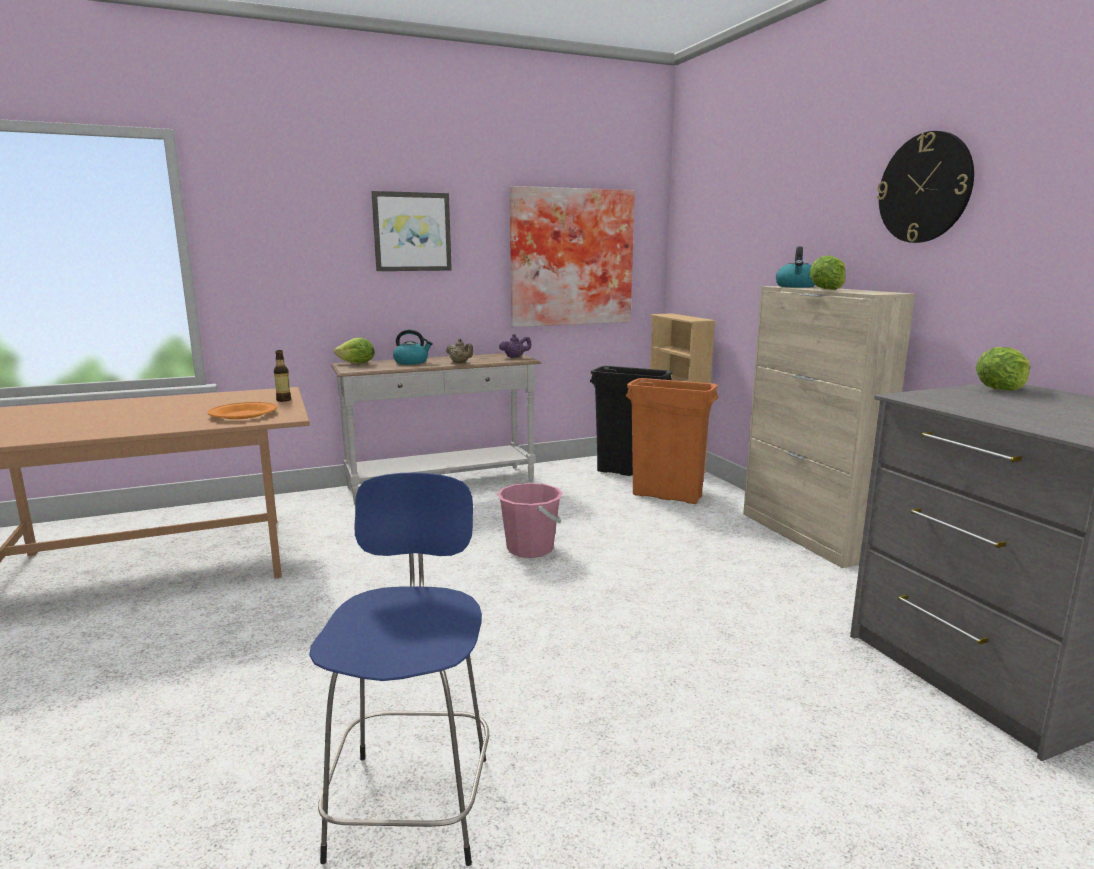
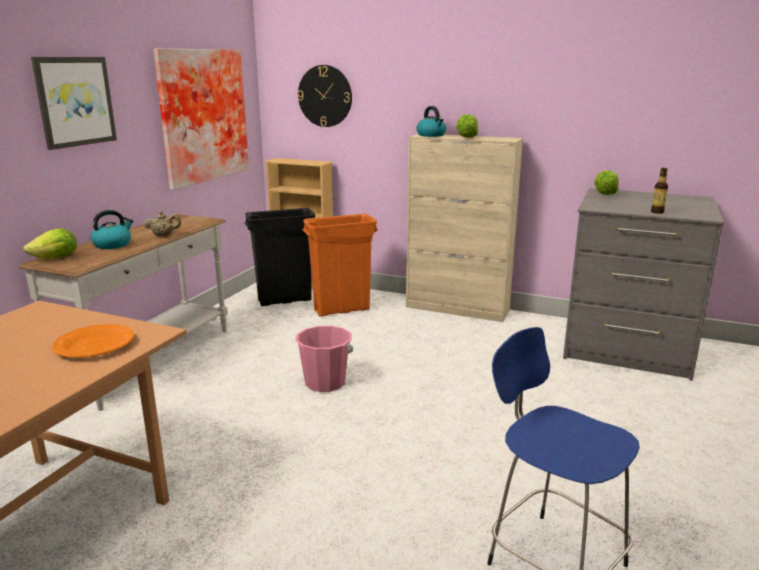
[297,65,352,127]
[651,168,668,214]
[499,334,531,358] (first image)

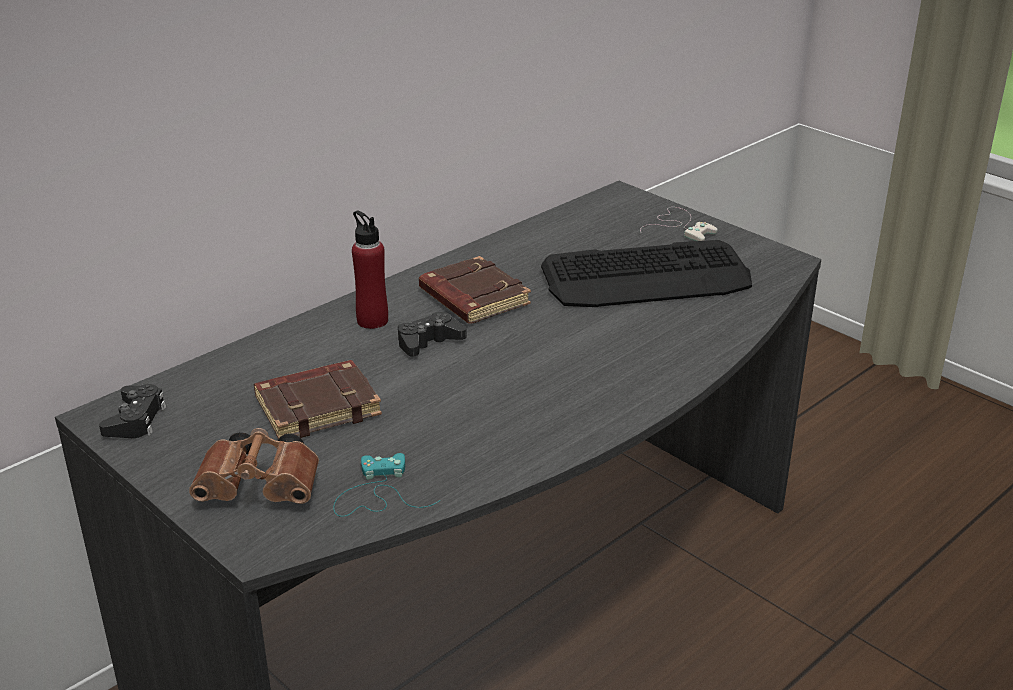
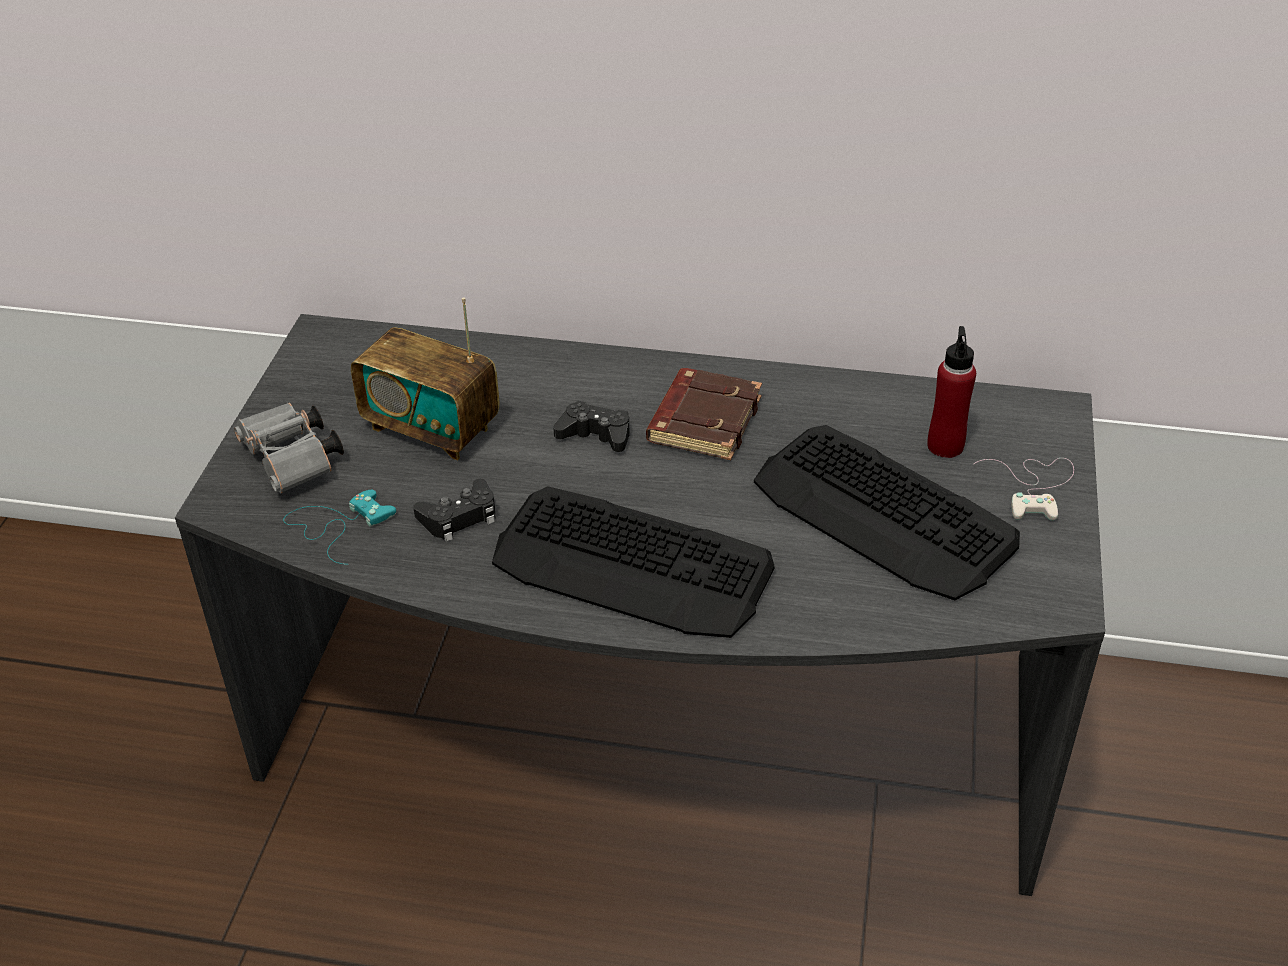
[234,402,344,493]
[351,298,499,460]
[413,479,496,542]
[492,486,775,638]
[927,326,976,458]

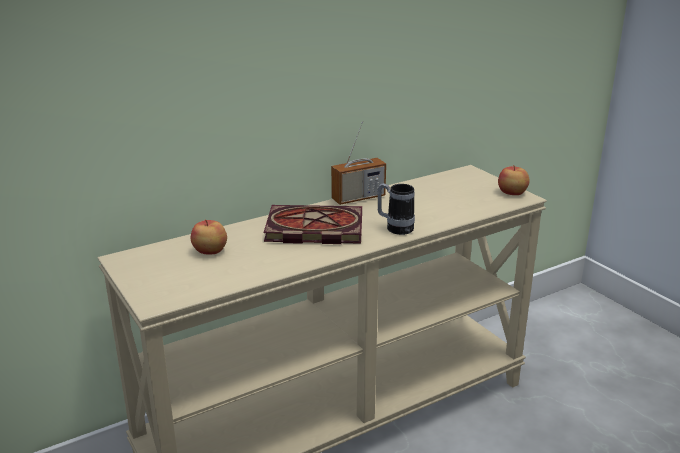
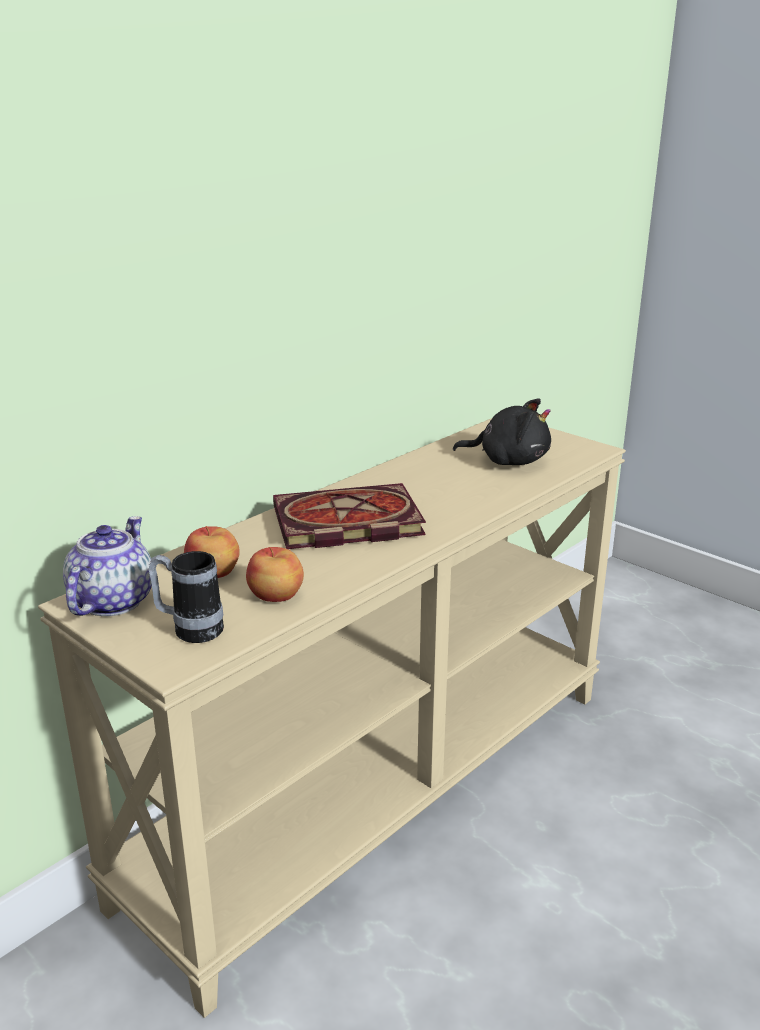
[63,516,152,616]
[148,551,224,643]
[246,547,304,602]
[453,398,551,465]
[331,121,386,205] (first image)

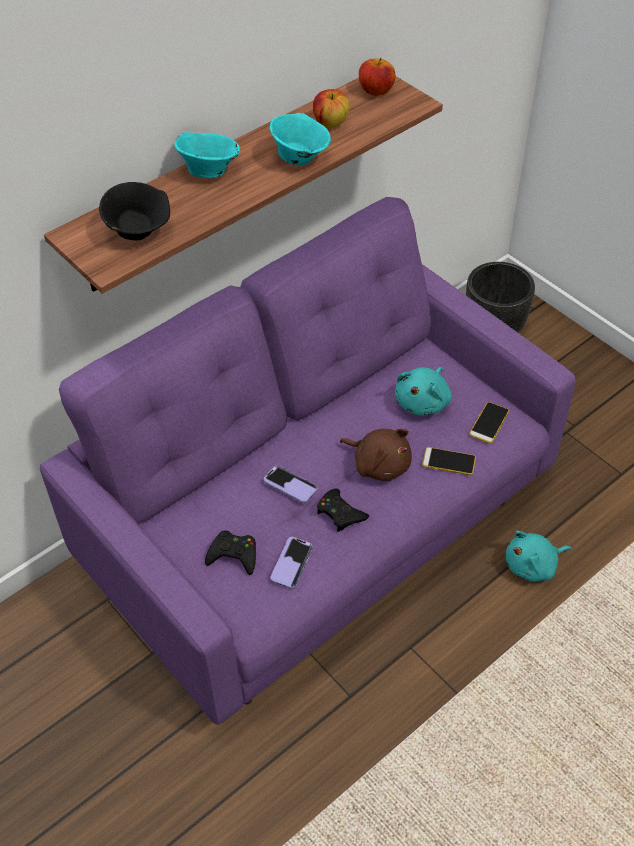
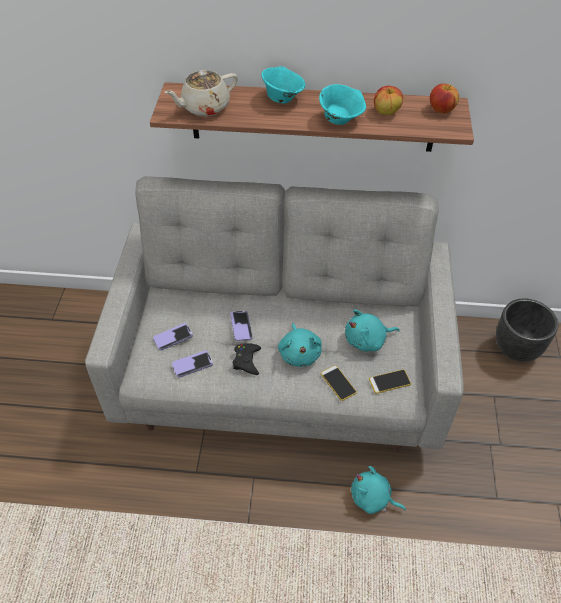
[85,176,464,451]
[153,323,193,350]
[164,70,238,117]
[278,323,322,367]

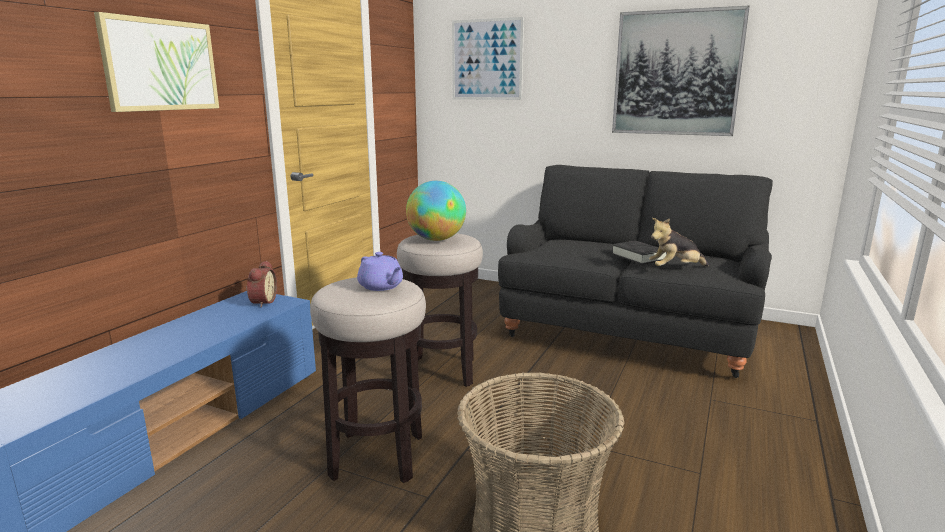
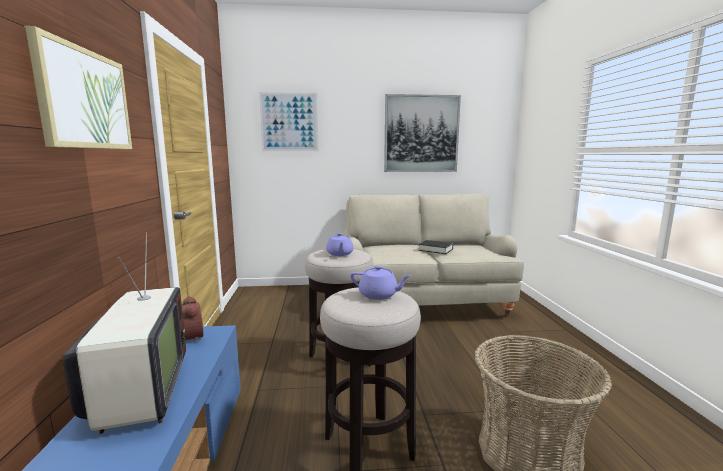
[63,232,186,434]
[326,233,354,256]
[344,194,524,316]
[649,218,709,266] (first image)

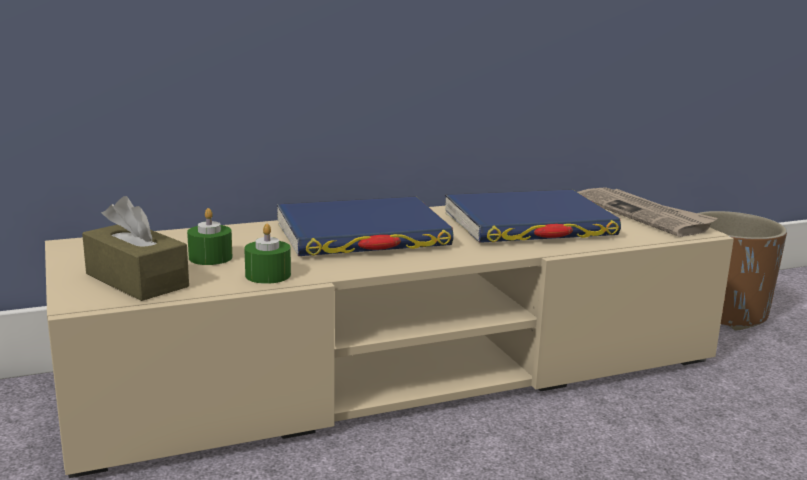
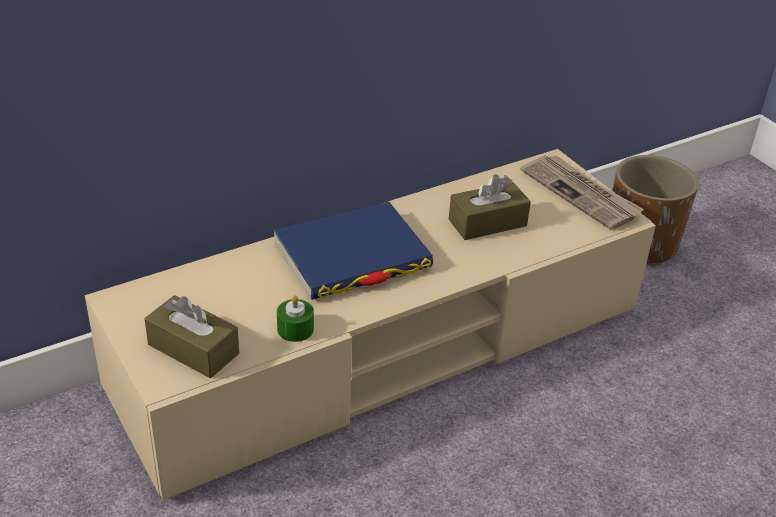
[449,174,531,240]
[187,208,232,265] (first image)

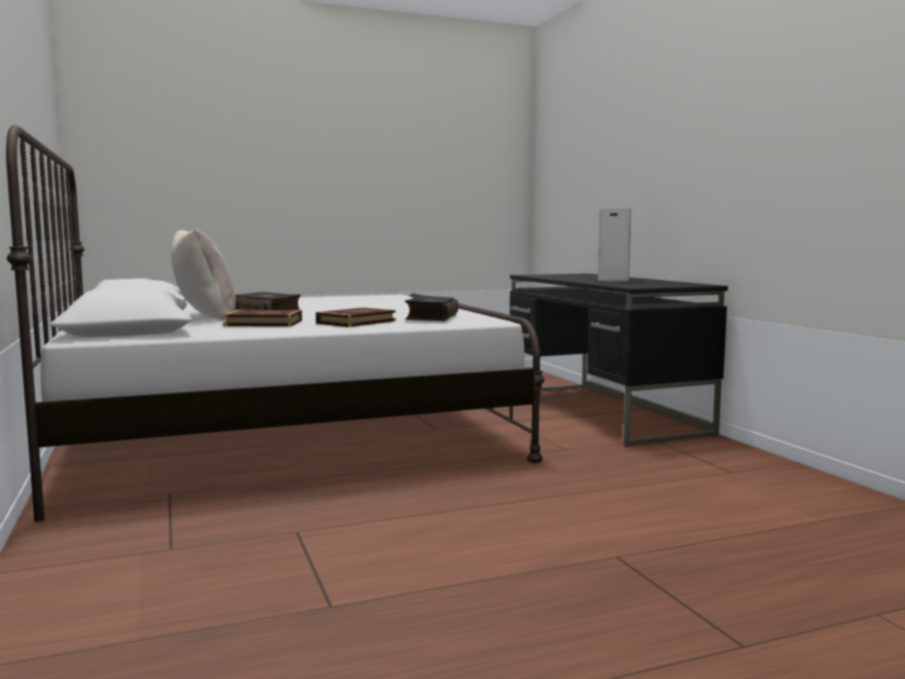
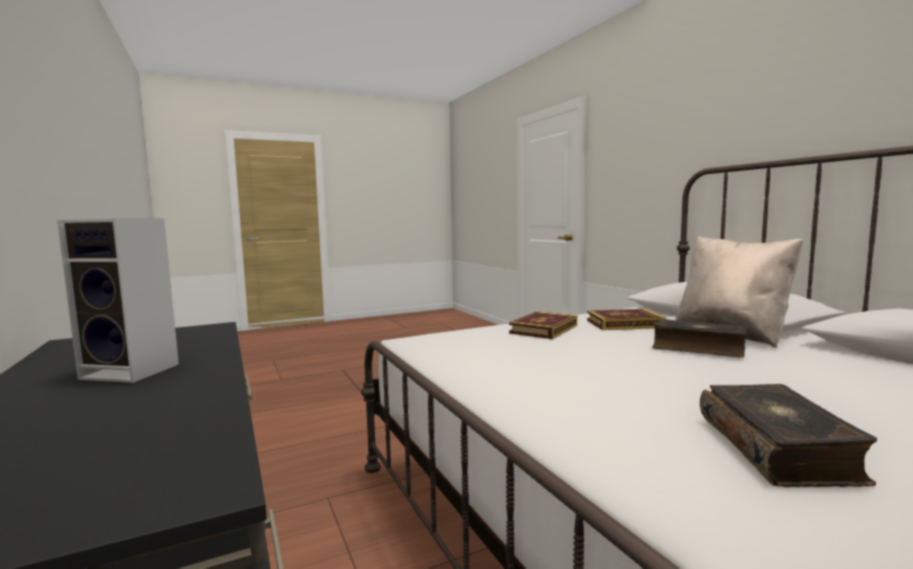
[700,384,877,487]

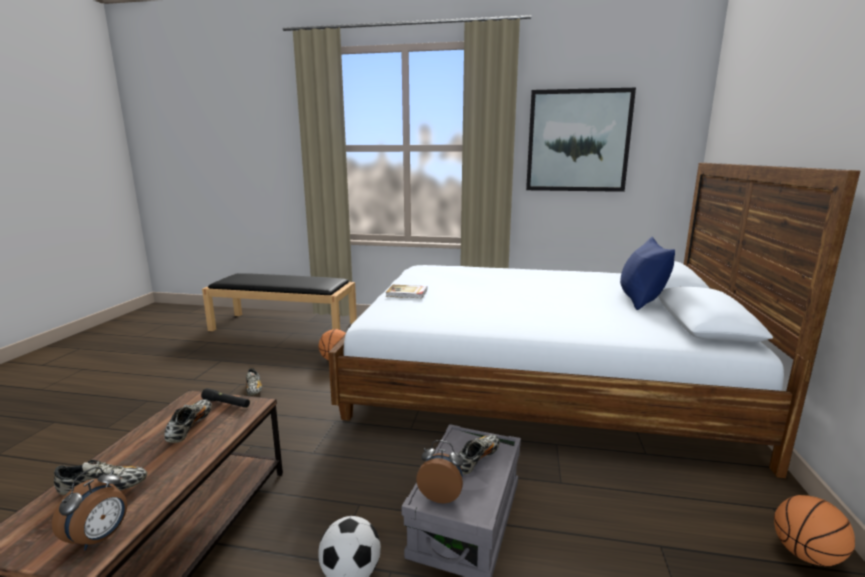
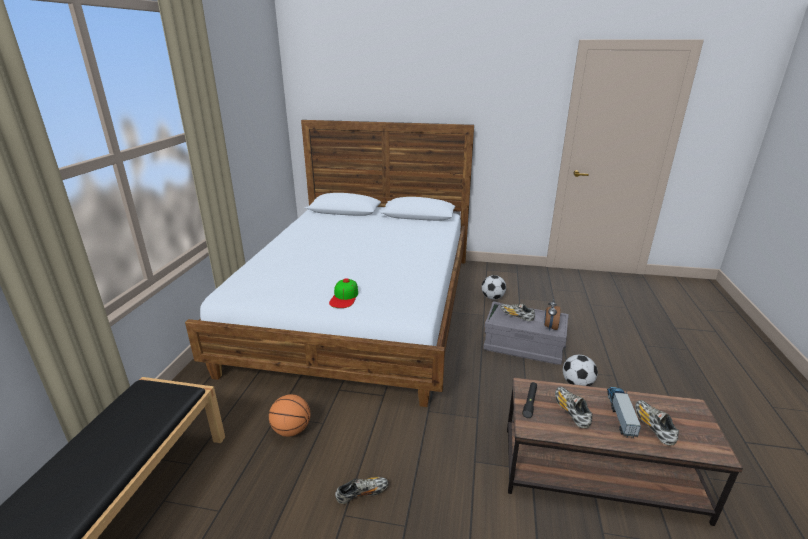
[329,278,358,308]
[482,275,506,300]
[555,387,592,428]
[607,387,641,438]
[52,467,127,551] (first image)
[526,88,636,192] (first image)
[620,237,675,310] (first image)
[774,495,855,566] (first image)

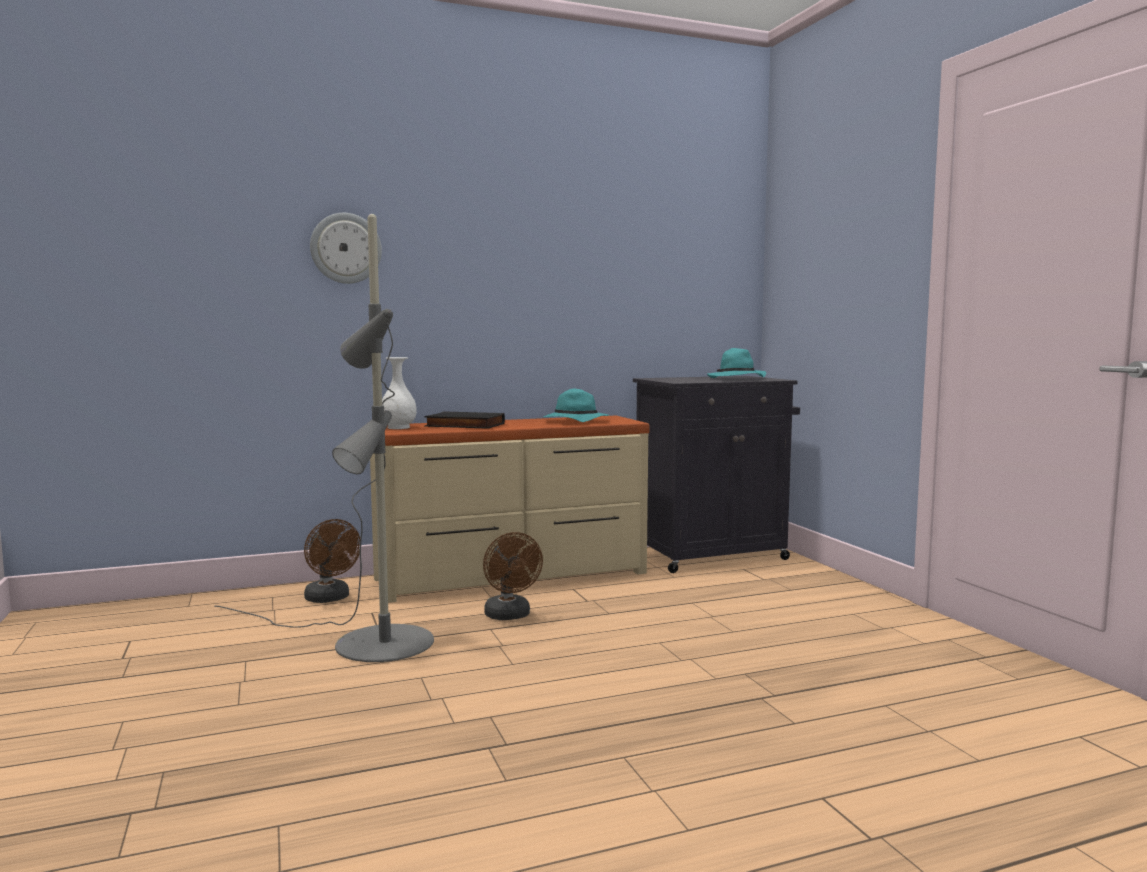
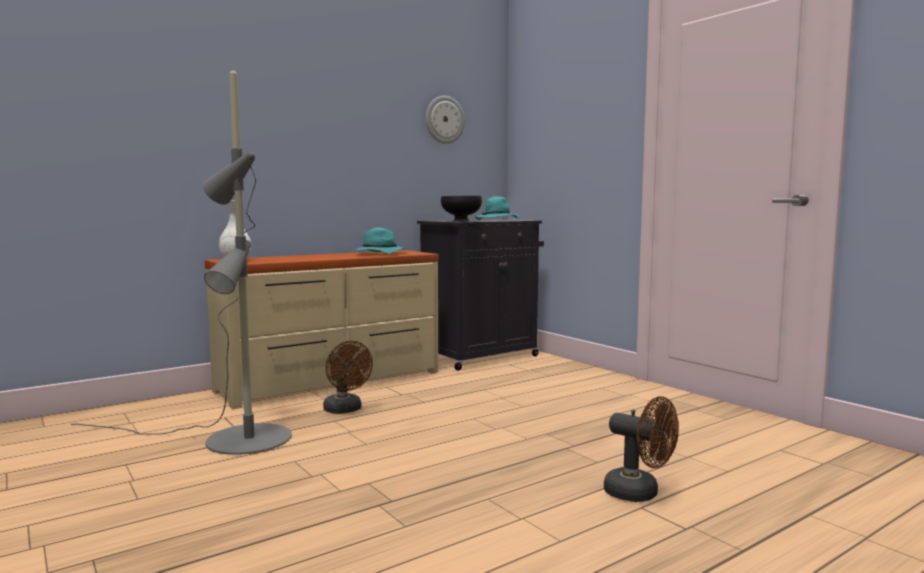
[426,96,465,144]
[441,196,482,221]
[604,396,679,502]
[424,411,505,429] (first image)

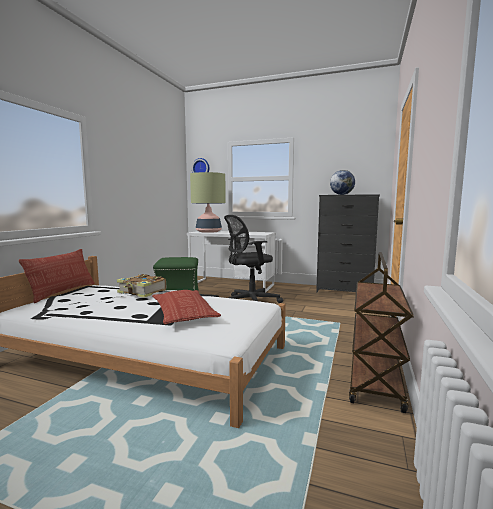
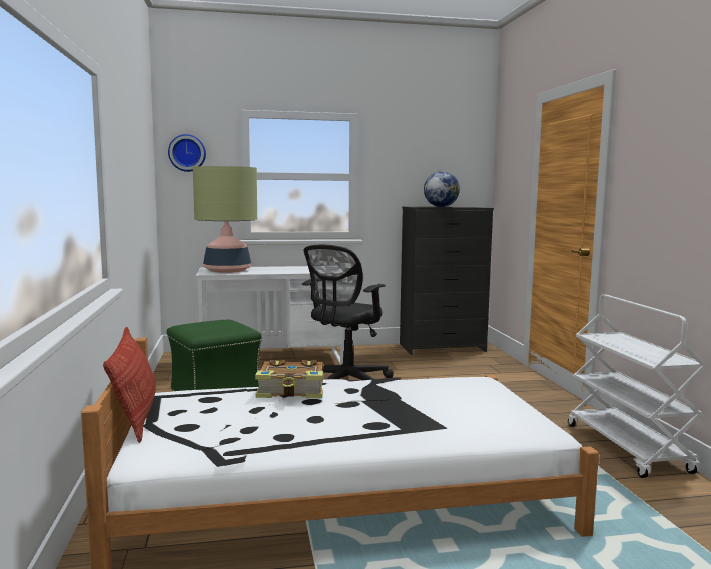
[568,294,707,478]
[152,290,221,325] (first image)

